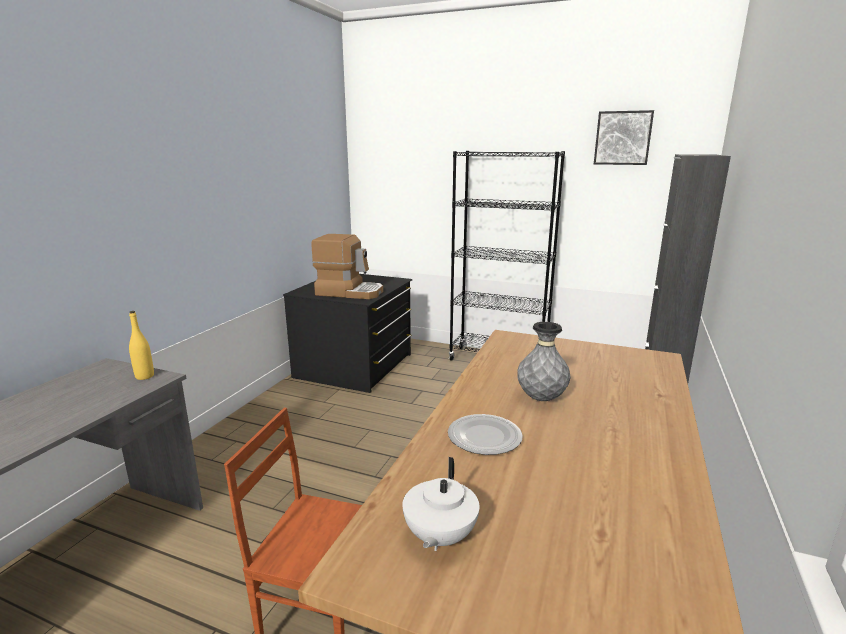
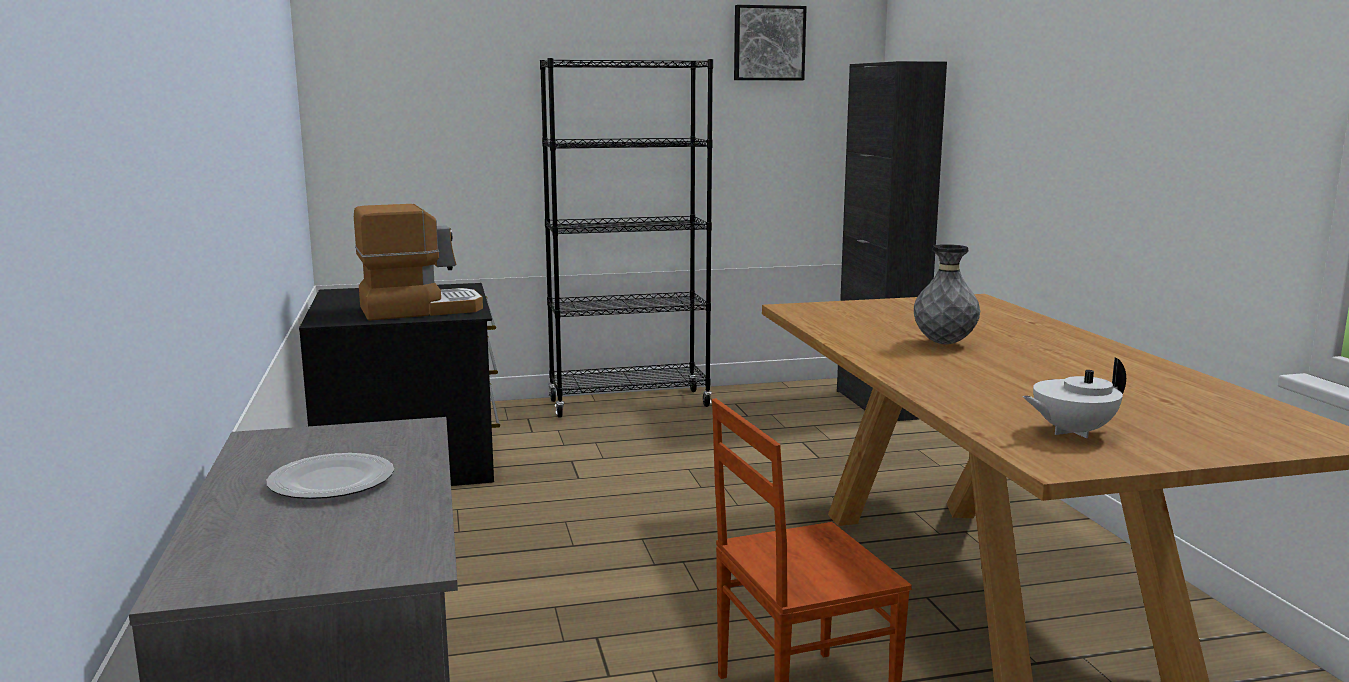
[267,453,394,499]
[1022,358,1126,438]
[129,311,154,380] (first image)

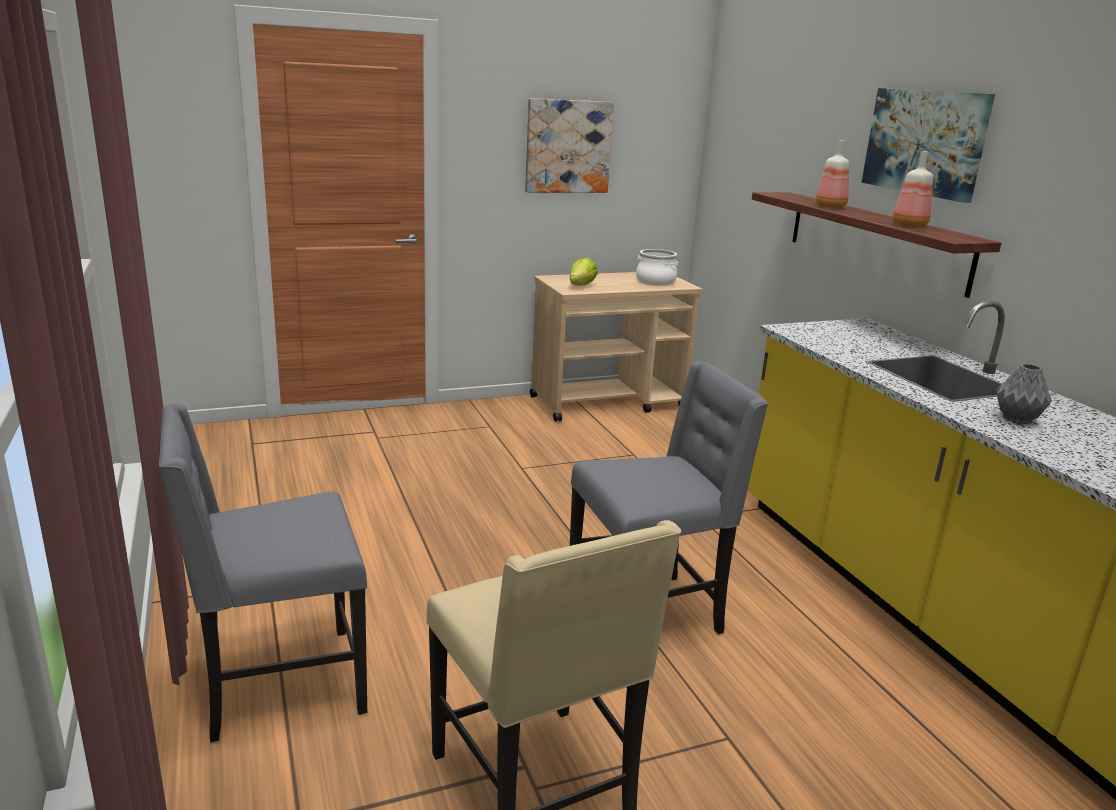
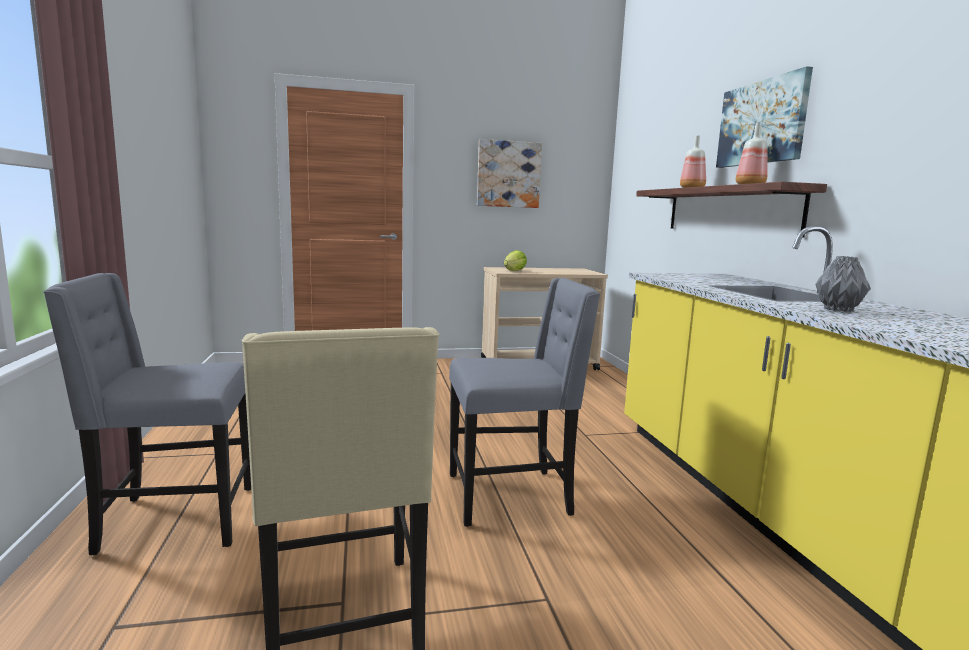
[636,249,678,286] (first image)

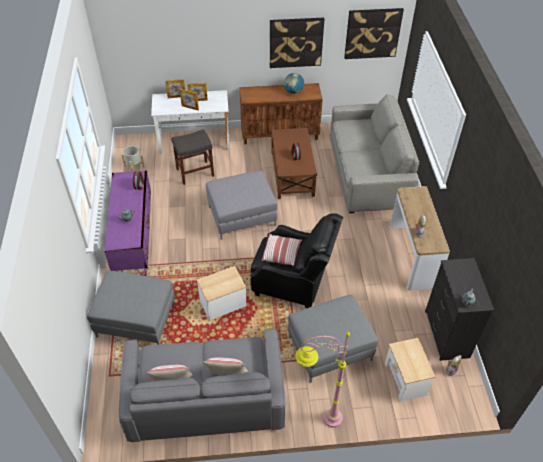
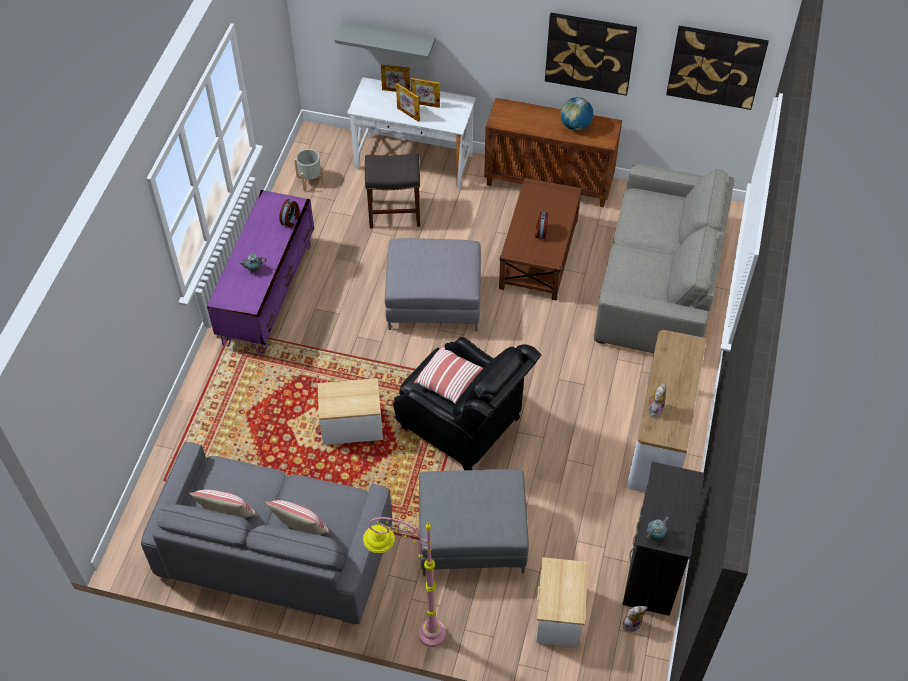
[335,21,436,59]
[87,271,175,345] (first image)

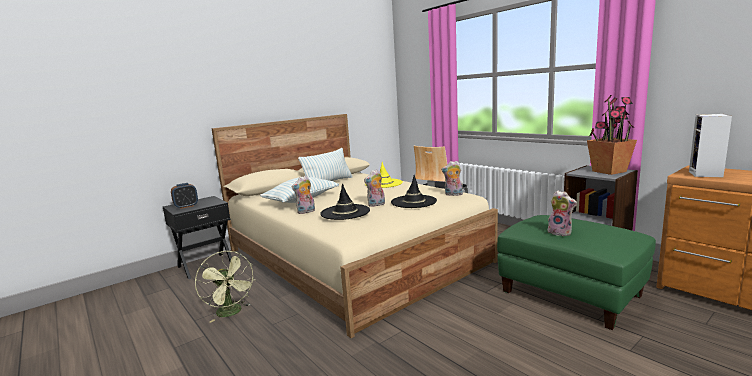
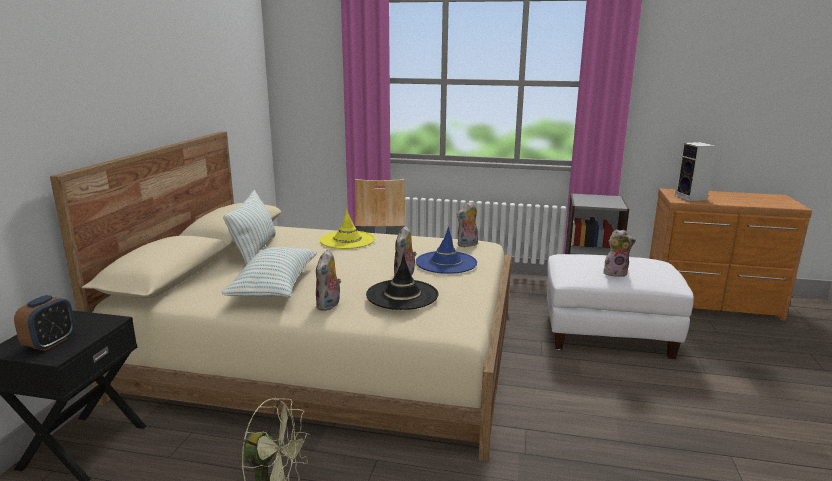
[416,227,477,274]
[547,254,694,359]
[587,95,637,175] (first image)

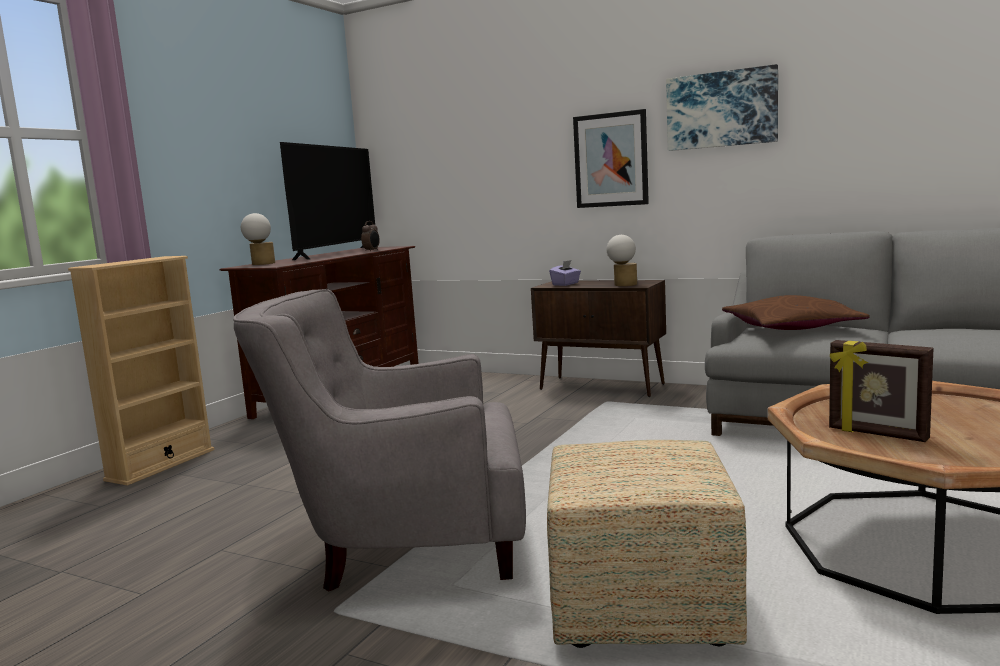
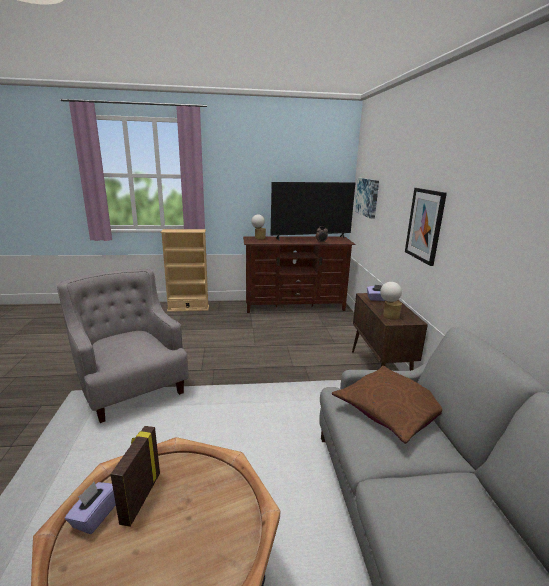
[65,482,116,534]
[354,178,379,219]
[547,440,747,648] (first image)

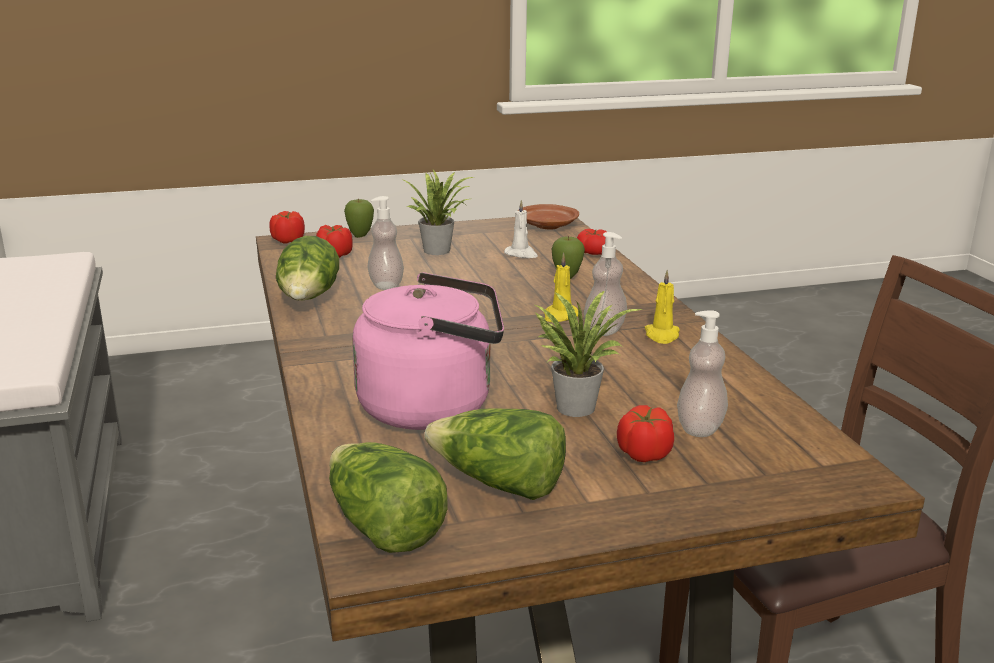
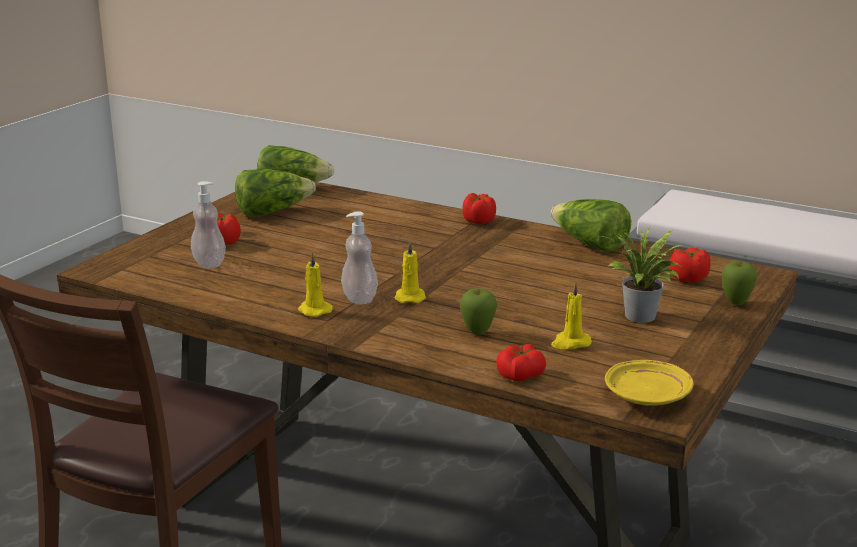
[462,193,496,225]
[551,281,592,349]
[605,360,694,406]
[352,272,504,430] (first image)
[367,196,404,290] (first image)
[535,291,645,417] (first image)

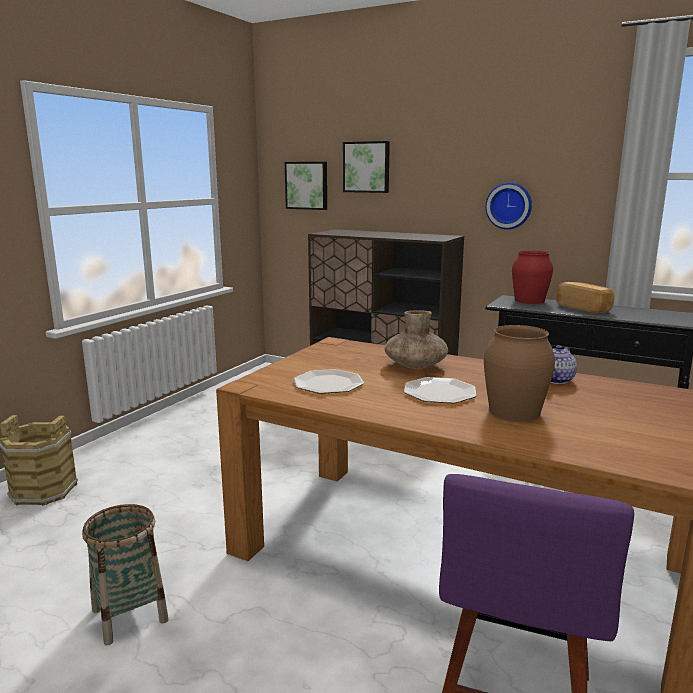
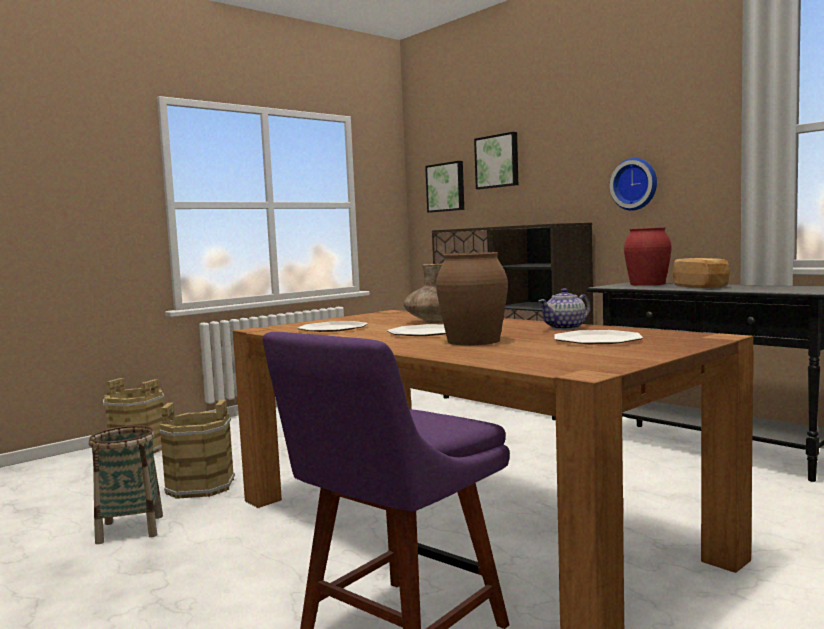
[159,399,235,499]
[554,330,643,344]

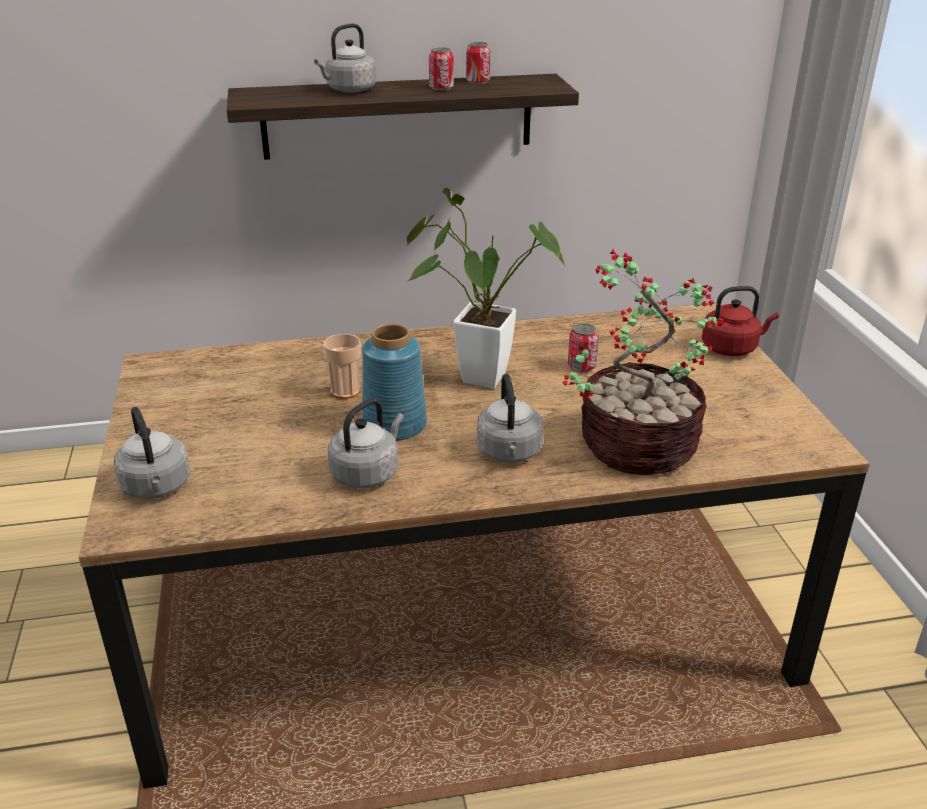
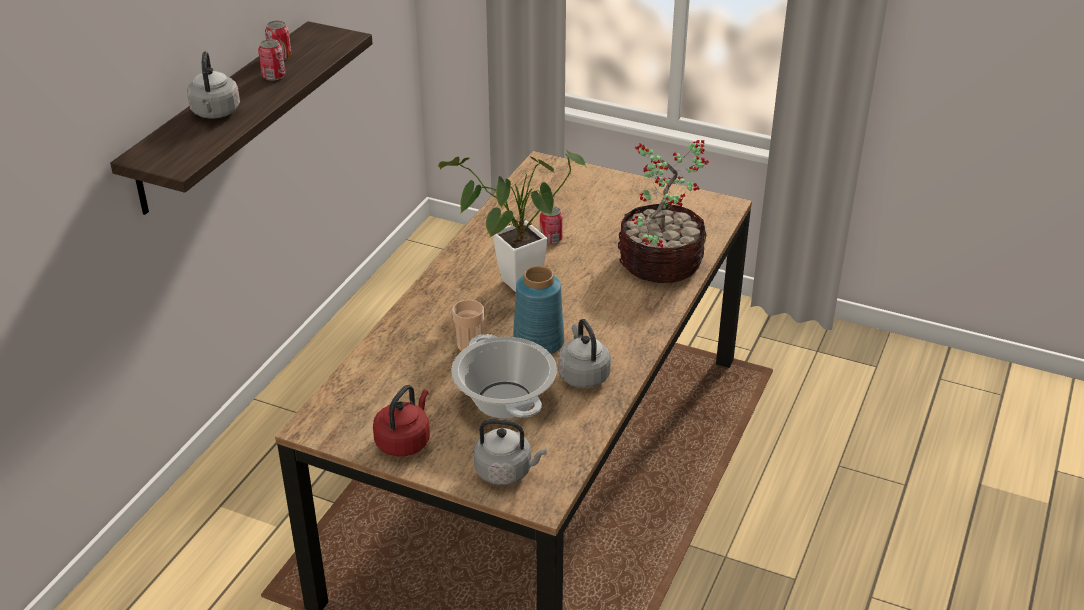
[373,385,430,456]
[451,334,557,418]
[477,374,544,463] (first image)

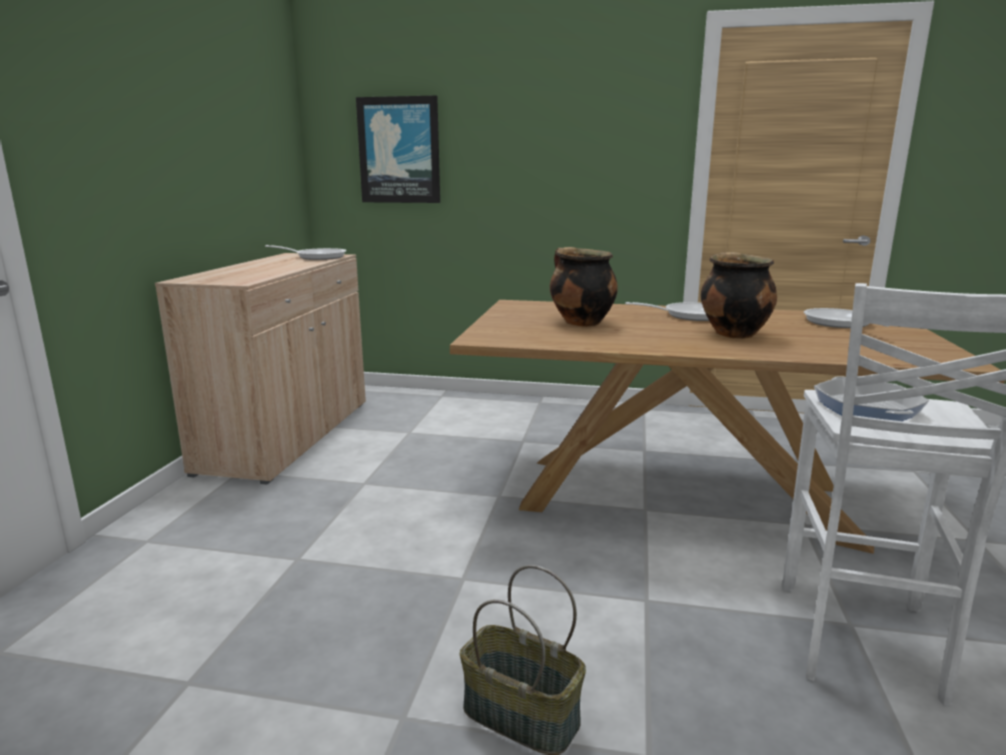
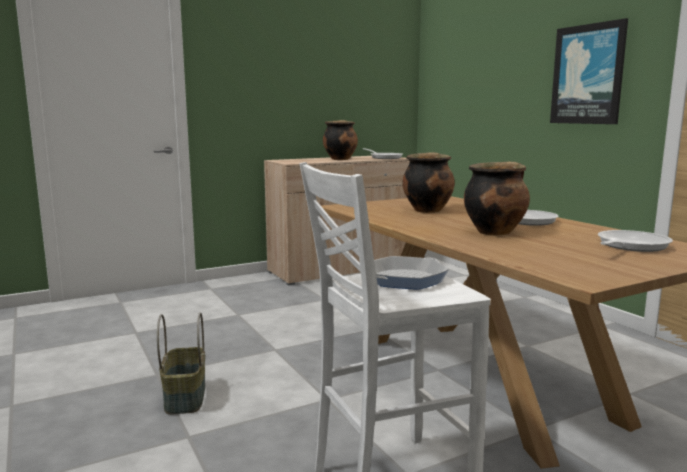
[323,120,358,160]
[550,18,628,124]

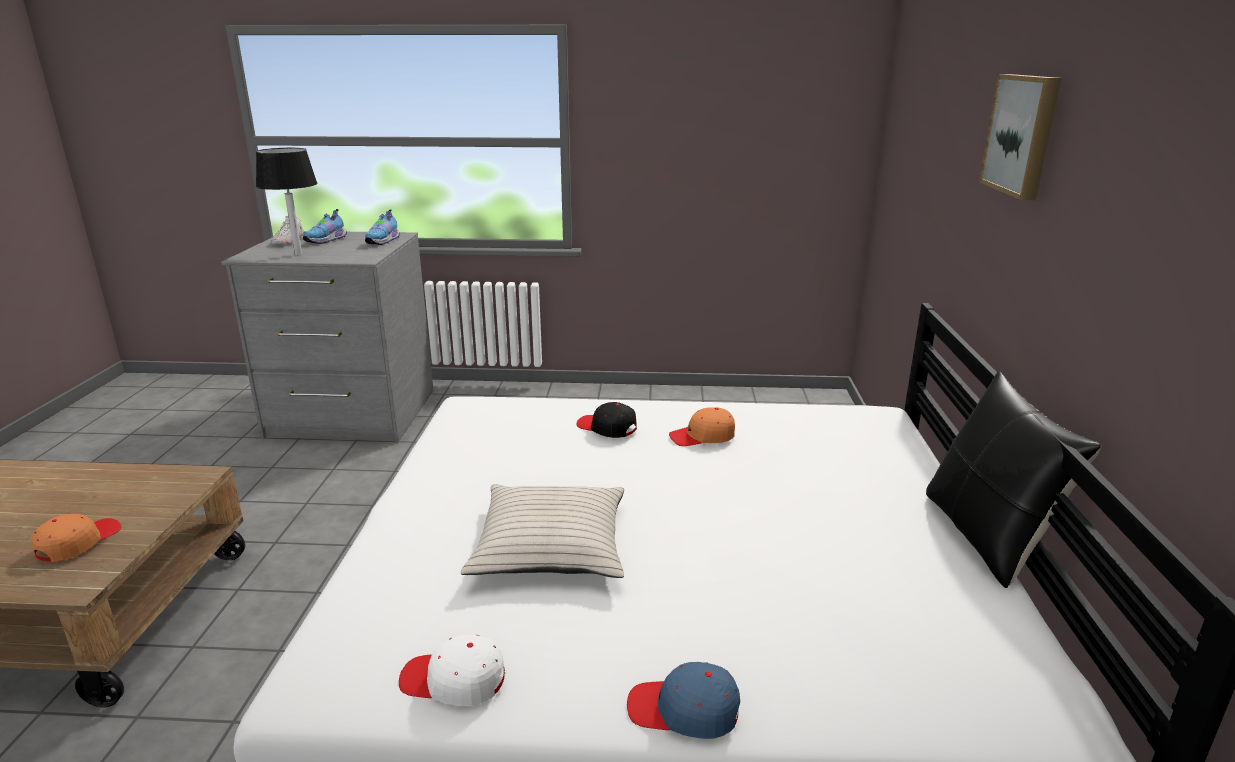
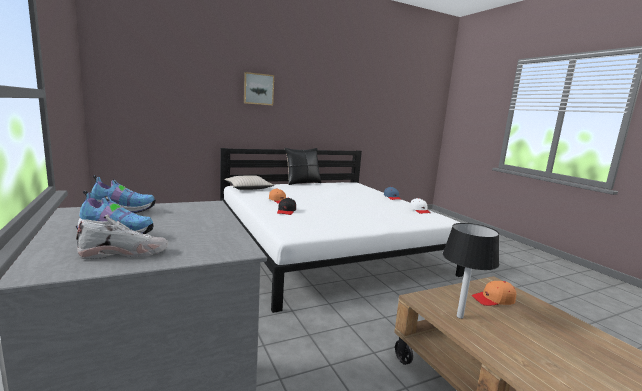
[224,175,274,190]
[443,223,499,319]

